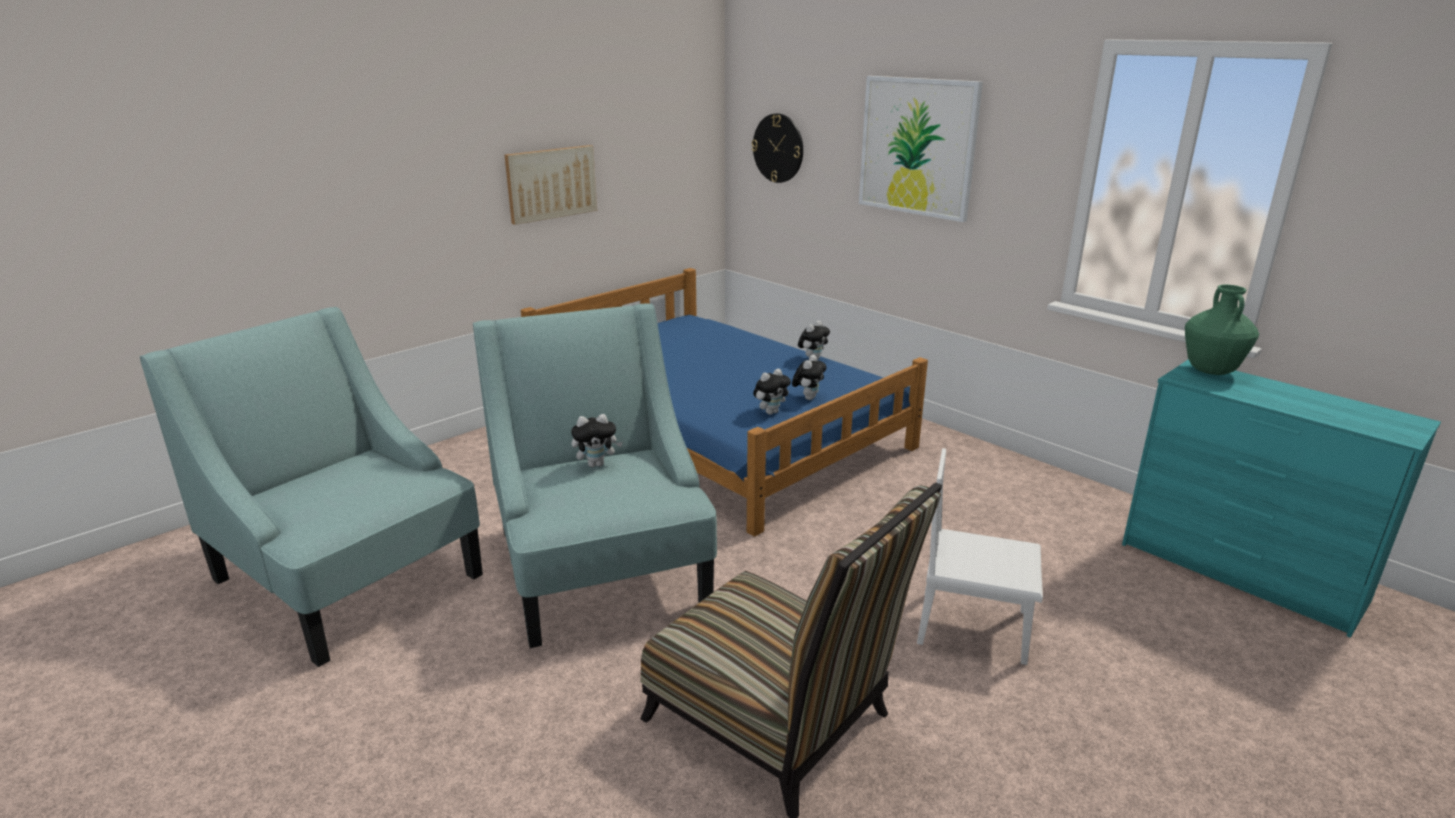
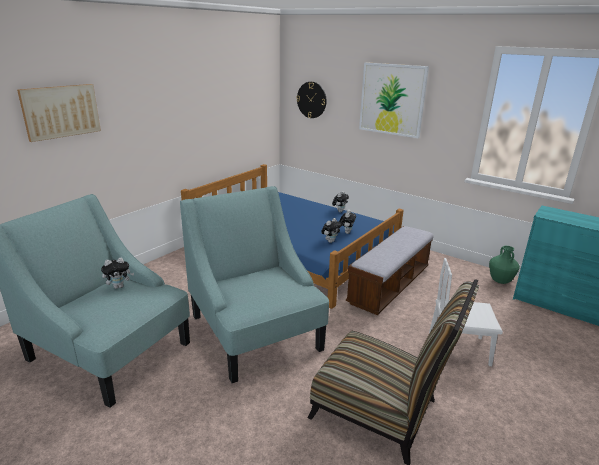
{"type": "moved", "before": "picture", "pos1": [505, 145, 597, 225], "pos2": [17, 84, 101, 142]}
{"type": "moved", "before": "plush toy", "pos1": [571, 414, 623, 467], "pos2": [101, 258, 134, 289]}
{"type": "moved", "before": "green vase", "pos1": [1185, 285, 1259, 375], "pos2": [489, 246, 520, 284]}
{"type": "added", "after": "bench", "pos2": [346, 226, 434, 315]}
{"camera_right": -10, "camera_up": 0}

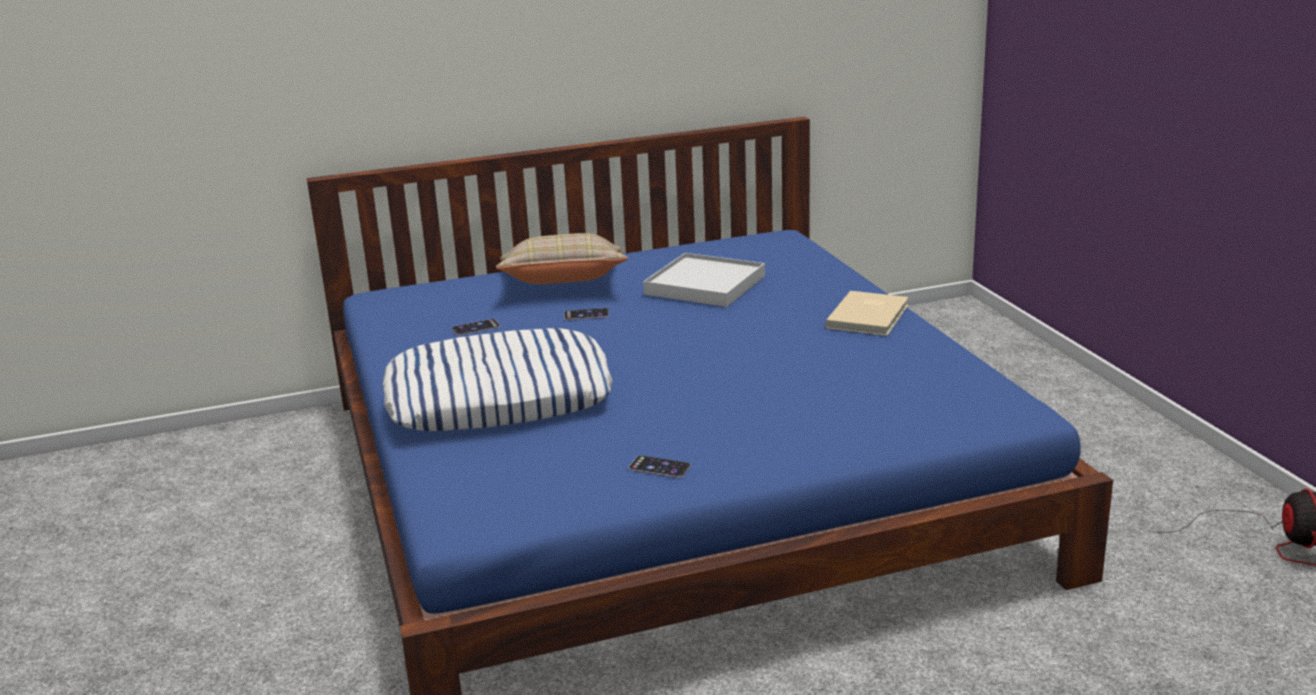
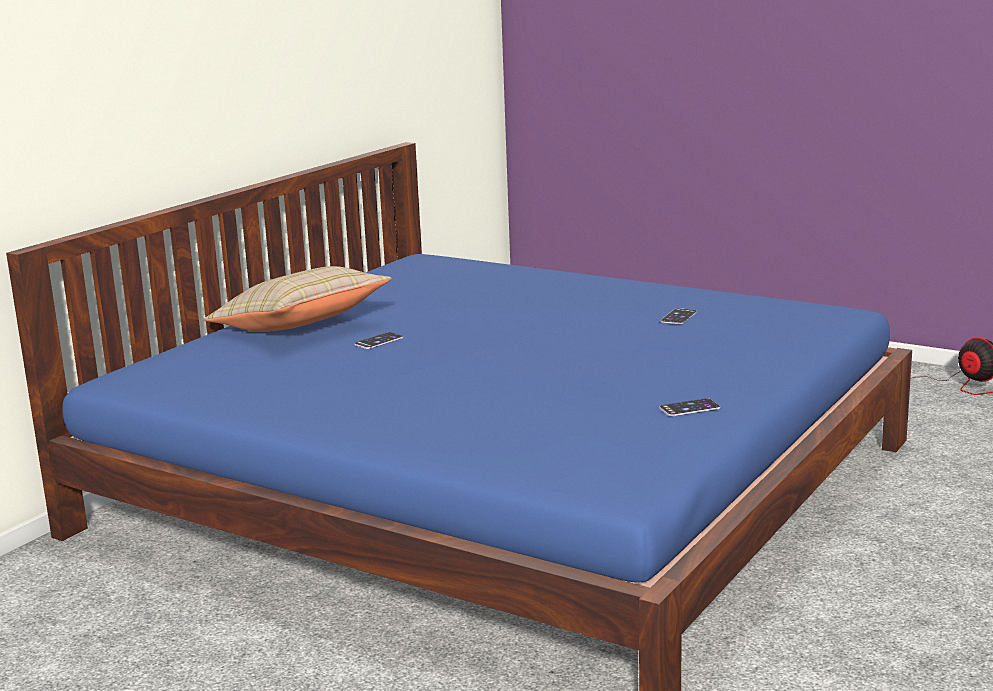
{"type": "removed", "before": "pillow", "pos1": [383, 328, 613, 431]}
{"type": "moved", "before": "phone", "pos1": [452, 319, 500, 335], "pos2": [661, 308, 697, 324]}
{"type": "removed", "before": "white tray", "pos1": [643, 253, 765, 307]}
{"type": "removed", "before": "beige book", "pos1": [825, 291, 909, 336]}
{"camera_right": -40, "camera_up": -5}

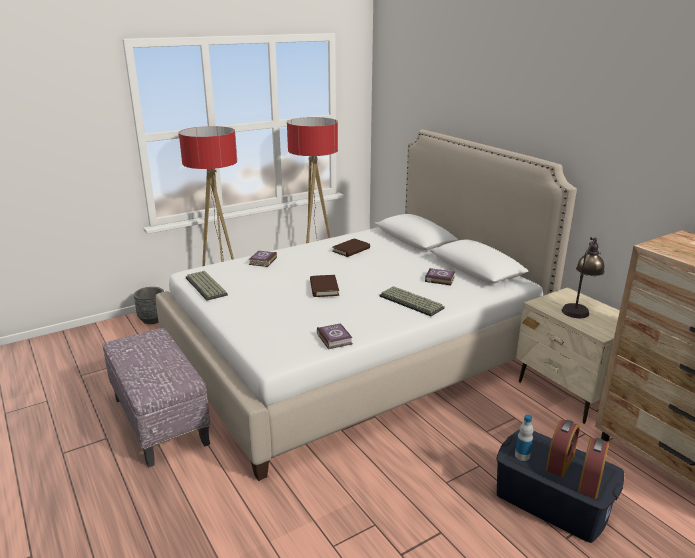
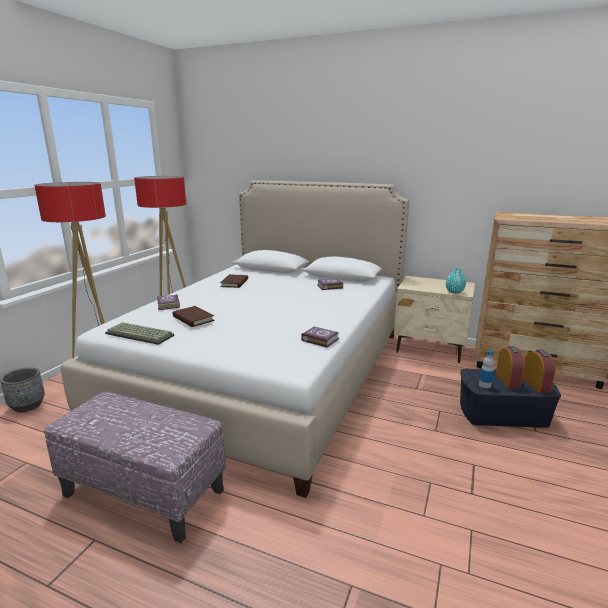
{"type": "moved", "before": "brown book", "pos1": [310, 275, 339, 297], "pos2": [173, 306, 215, 327]}
{"type": "removed", "before": "keyboard", "pos1": [379, 286, 445, 316]}
{"type": "removed", "before": "table lamp", "pos1": [562, 237, 605, 318]}
{"type": "added", "after": "turquoise vase", "pos2": [446, 268, 466, 293]}
{"camera_right": -35, "camera_up": -5}

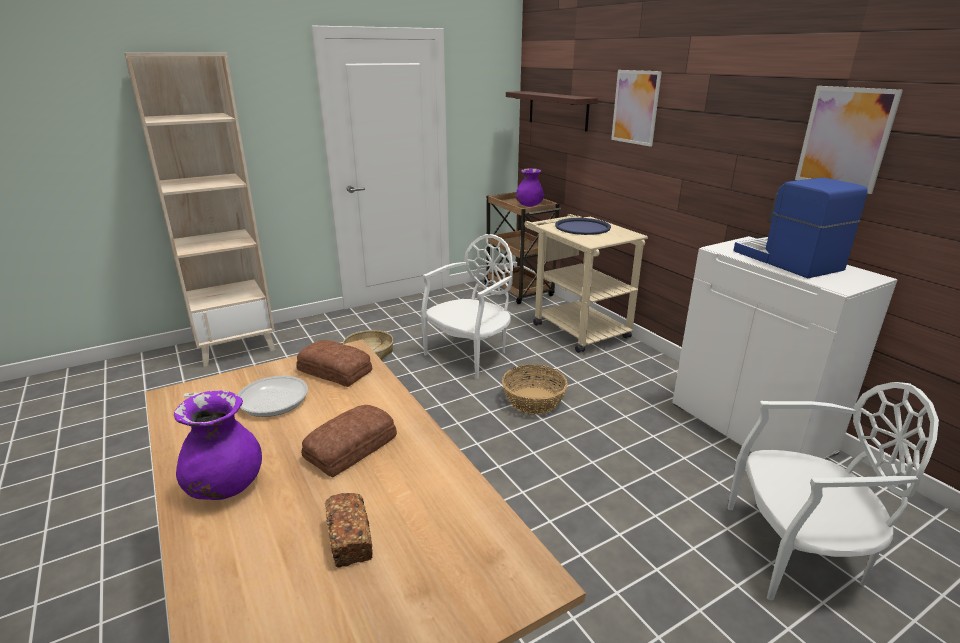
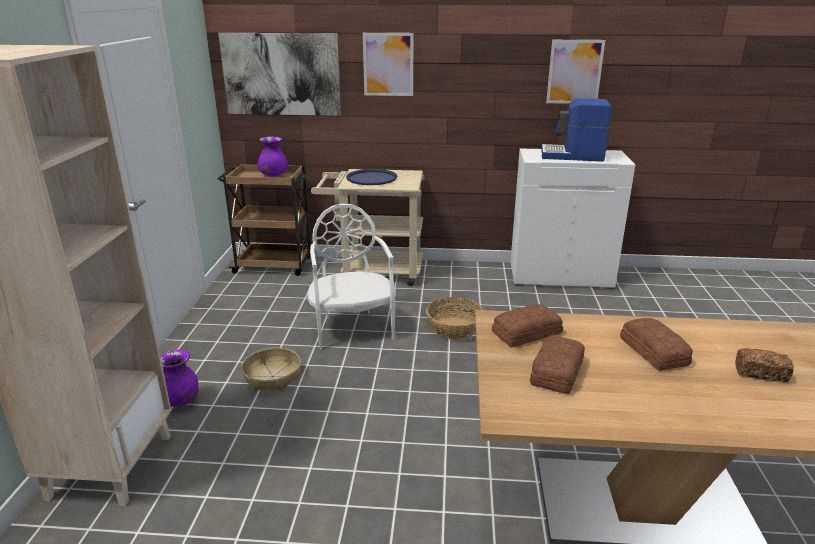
{"type": "moved", "before": "purple vase", "pos1": [174, 390, 262, 500], "pos2": [160, 350, 199, 407]}
{"type": "replaced", "before": "frying pan", "after": "bread", "pos1": [183, 376, 308, 417], "pos2": [530, 336, 585, 394]}
{"type": "replaced", "before": "shelf", "after": "picture", "pos1": [506, 91, 598, 132], "pos2": [218, 33, 341, 116]}
{"type": "removed", "before": "white chair", "pos1": [728, 382, 939, 600]}
{"camera_right": -55, "camera_up": 0}

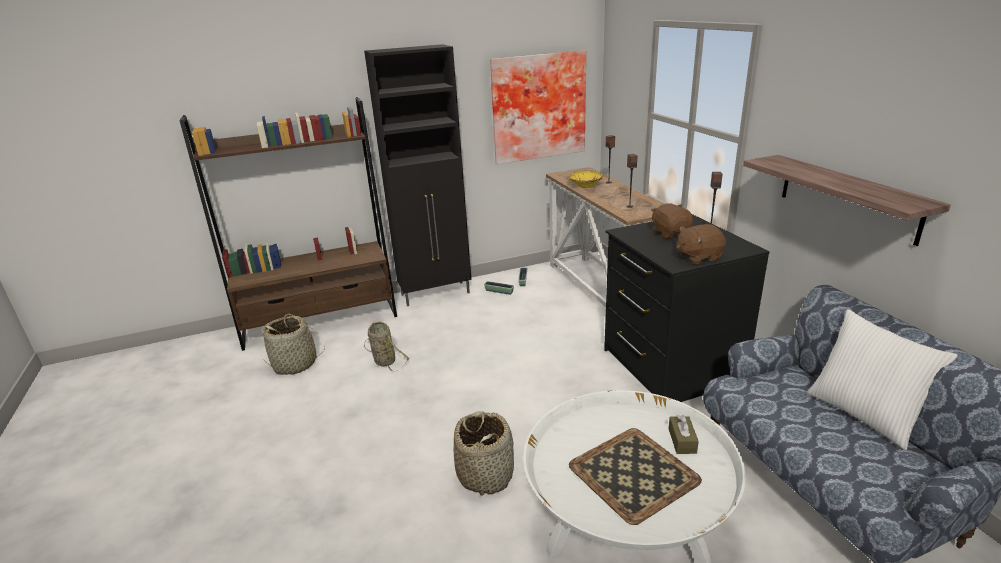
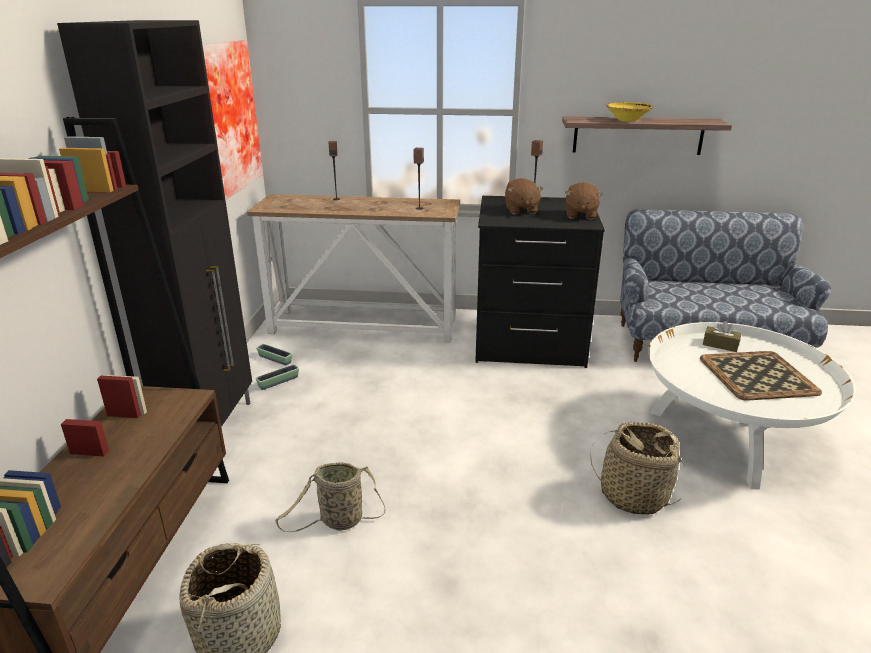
{"type": "moved", "before": "yellow bowl", "pos1": [568, 171, 604, 188], "pos2": [606, 102, 654, 122]}
{"type": "turned", "before": "brown plush toy", "pos1": [651, 203, 693, 240], "pos2": [505, 178, 543, 214], "turn": -105}
{"type": "removed", "before": "white pillow", "pos1": [807, 309, 958, 450]}
{"camera_right": -65, "camera_up": 0}

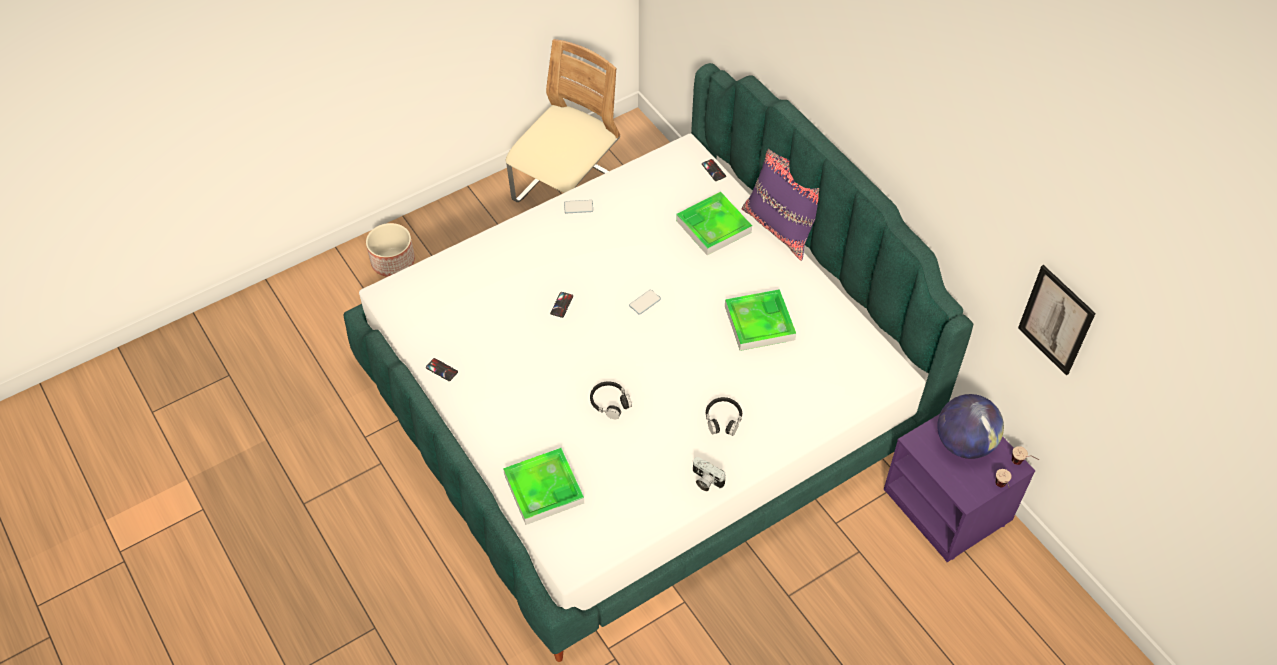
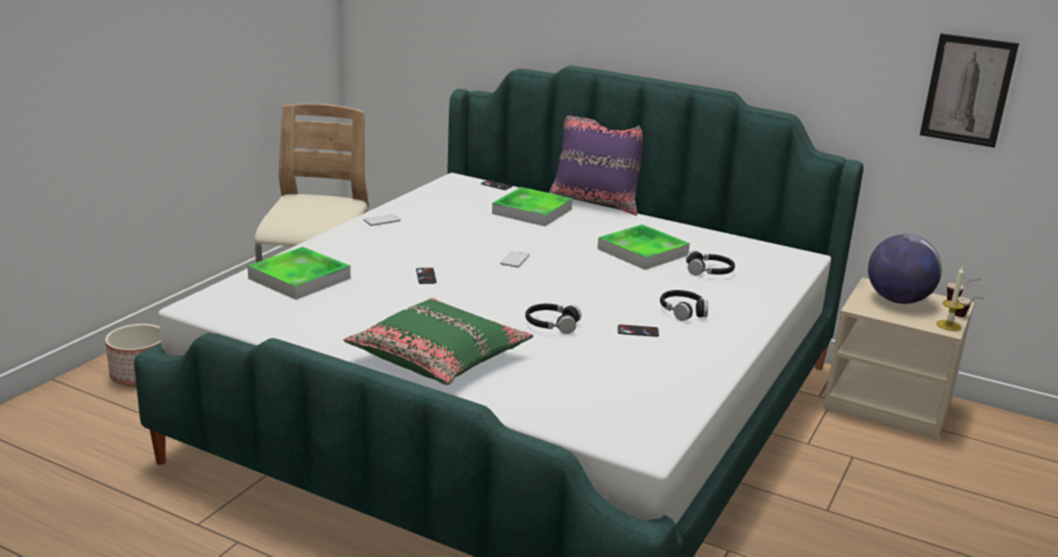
{"type": "moved", "before": "phone", "pos1": [426, 358, 458, 381], "pos2": [618, 324, 659, 337]}
{"type": "moved", "before": "tray", "pos1": [503, 448, 584, 525], "pos2": [247, 247, 351, 300]}
{"type": "removed", "before": "photo camera", "pos1": [693, 457, 726, 491]}
{"type": "recoloured", "before": "purple nightstand", "after": "beige nightstand", "pos1": [883, 414, 1035, 562], "pos2": [823, 277, 974, 440]}
{"type": "added", "after": "green pillow", "pos2": [344, 298, 533, 385]}
{"type": "added", "after": "black headphones", "pos2": [686, 250, 735, 276]}
{"type": "added", "after": "candle", "pos2": [936, 267, 964, 331]}
{"camera_right": -30, "camera_up": -30}

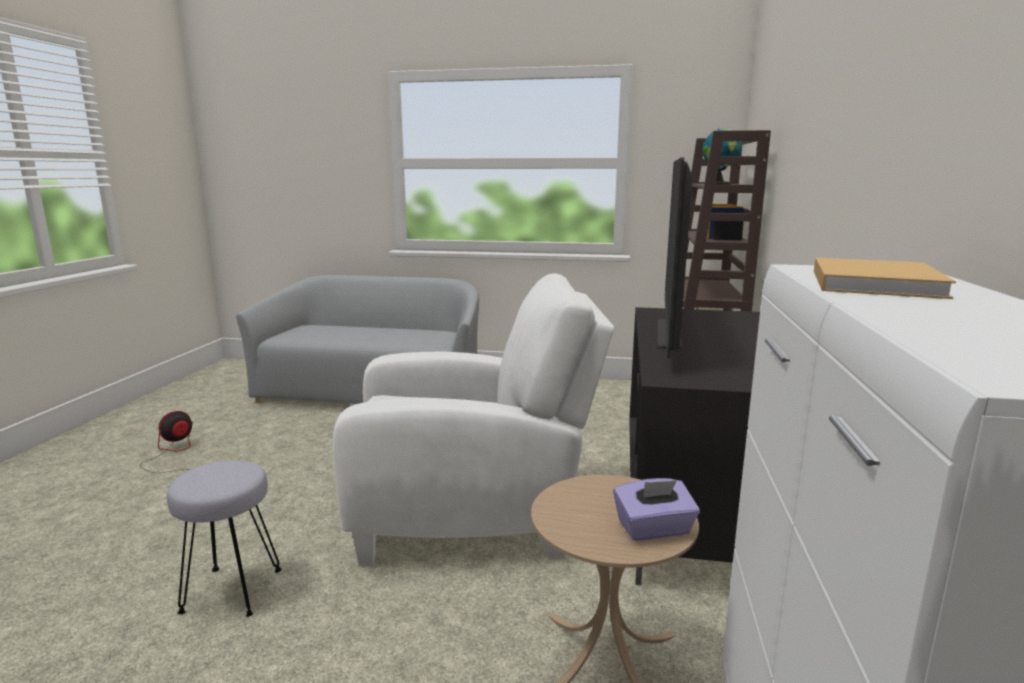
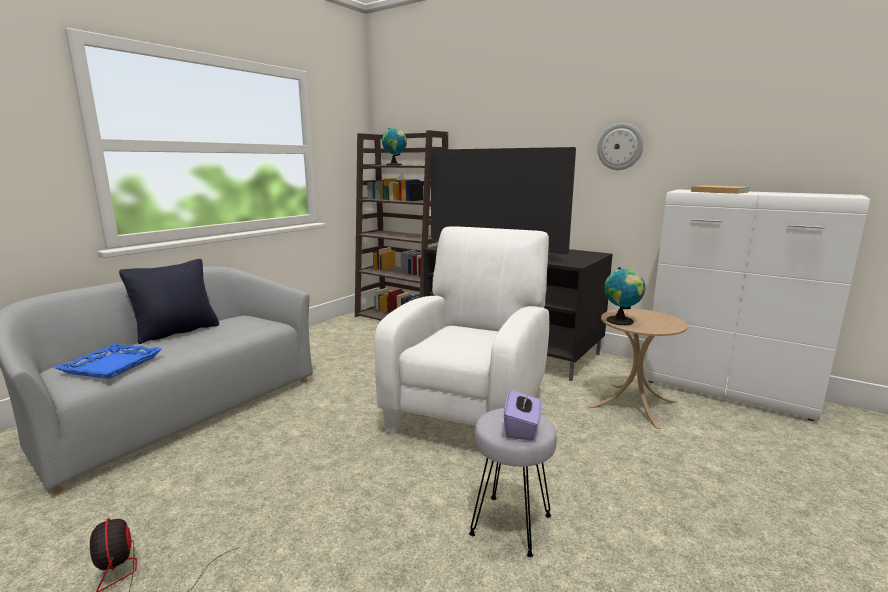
{"type": "moved", "before": "purple tissue box", "pos1": [613, 478, 700, 541], "pos2": [504, 388, 541, 441]}
{"type": "added", "after": "blue tray", "pos2": [55, 343, 163, 379]}
{"type": "added", "after": "black pillow", "pos2": [119, 259, 219, 344]}
{"type": "added", "after": "wall clock", "pos2": [597, 123, 644, 170]}
{"type": "added", "after": "globe", "pos2": [604, 267, 645, 325]}
{"camera_right": -65, "camera_up": 0}

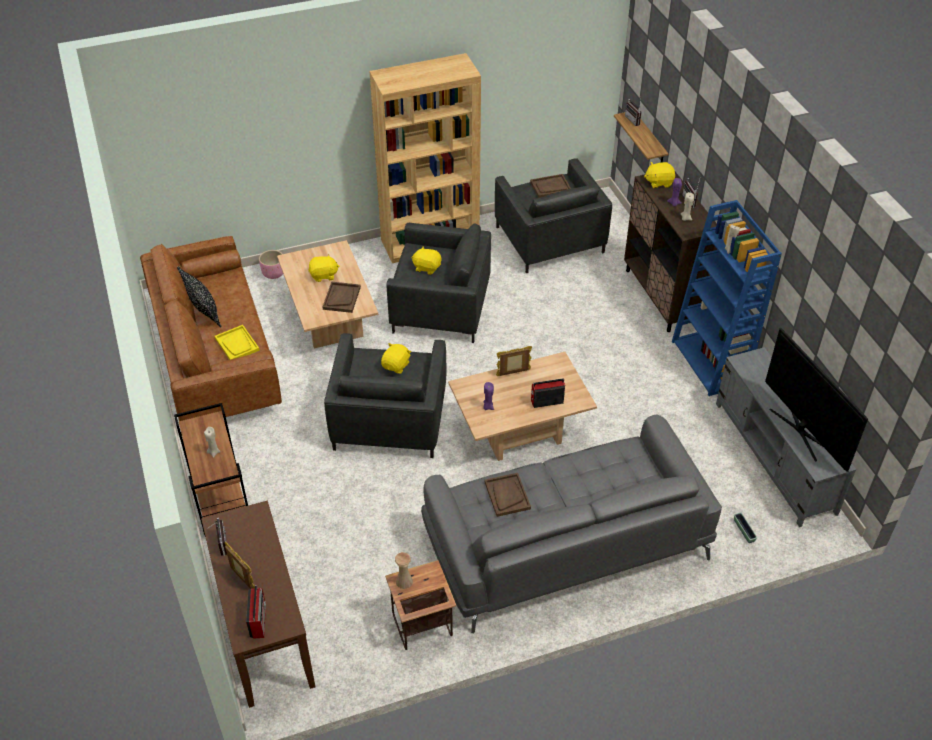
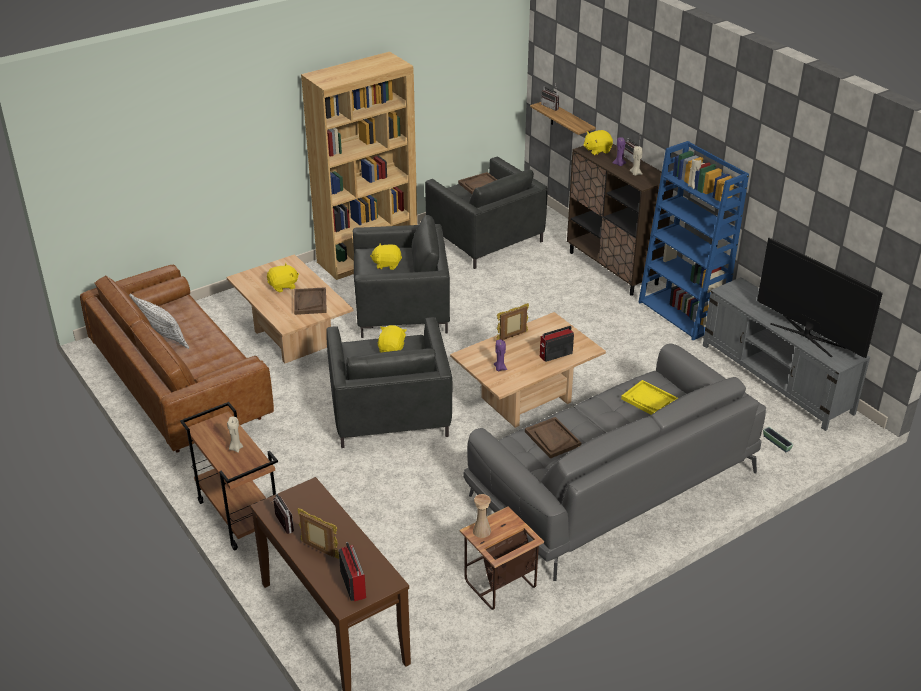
{"type": "recoloured", "before": "black pillow", "after": "white pillow", "pos1": [177, 266, 221, 328], "pos2": [129, 294, 189, 349]}
{"type": "moved", "before": "yellow tray", "pos1": [215, 325, 260, 360], "pos2": [621, 380, 678, 415]}
{"type": "removed", "before": "pink planter", "pos1": [259, 250, 283, 279]}
{"camera_right": -15, "camera_up": -10}

